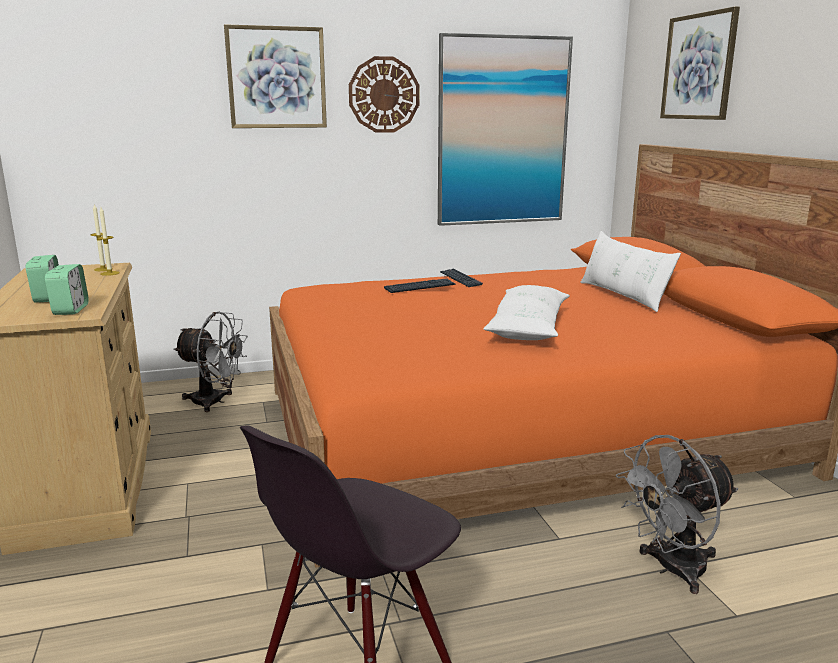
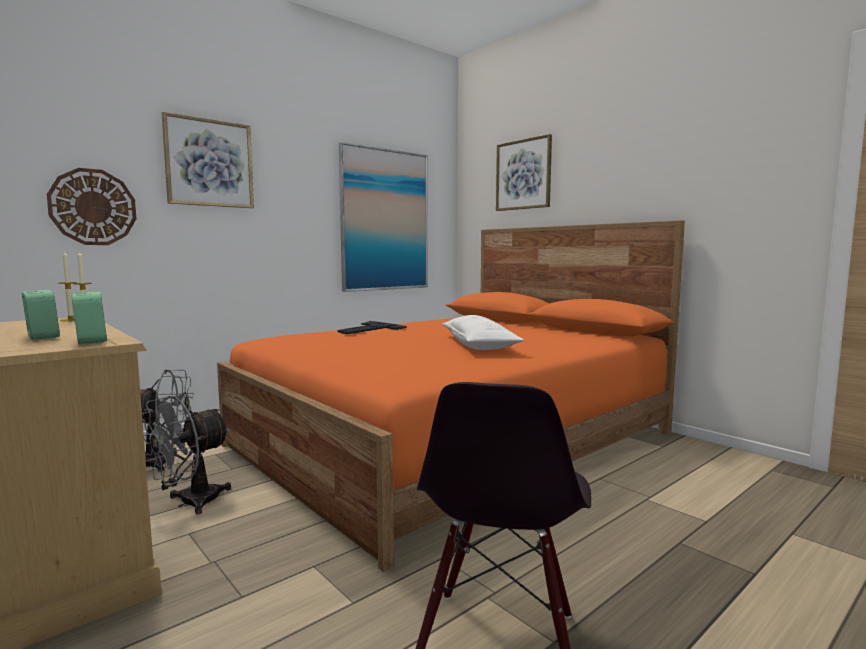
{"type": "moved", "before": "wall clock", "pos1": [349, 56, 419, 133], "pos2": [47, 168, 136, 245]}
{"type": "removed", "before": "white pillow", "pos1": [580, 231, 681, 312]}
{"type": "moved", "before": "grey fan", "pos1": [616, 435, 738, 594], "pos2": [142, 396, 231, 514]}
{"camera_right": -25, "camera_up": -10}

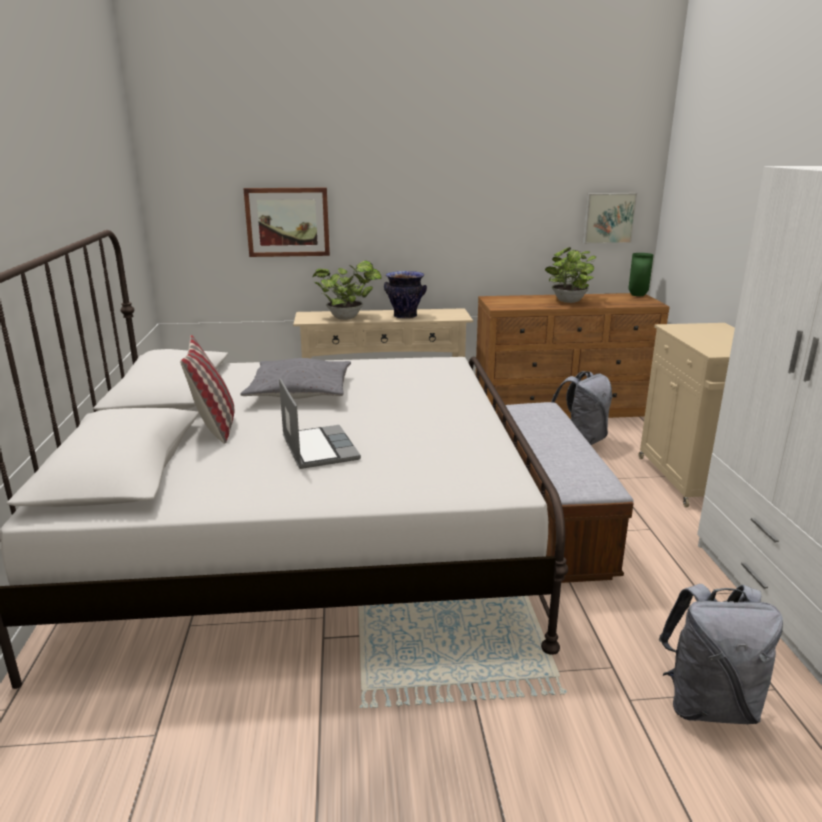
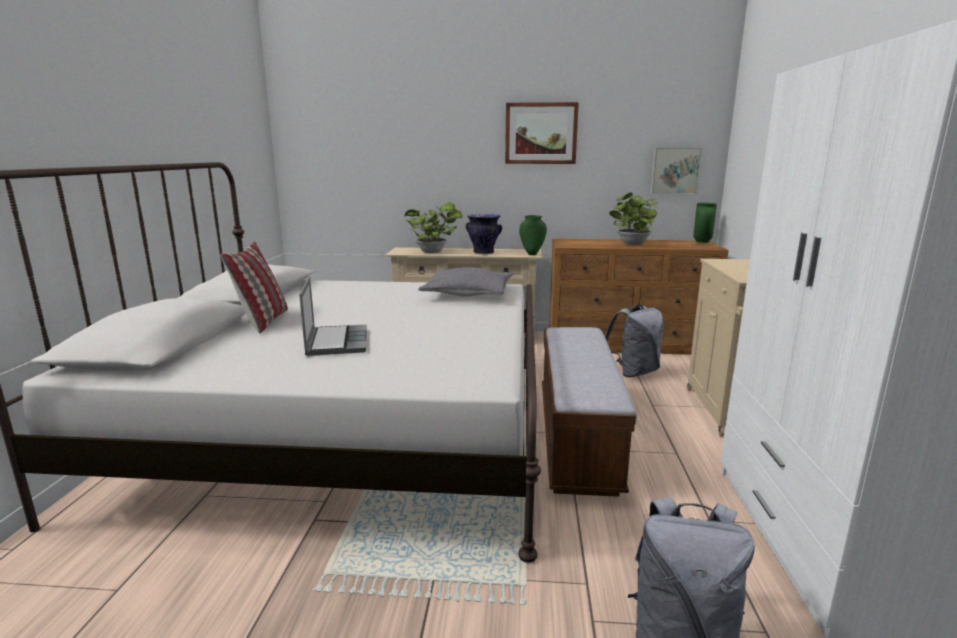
{"type": "moved", "before": "grey pillow", "pos1": [240, 358, 351, 399], "pos2": [418, 267, 513, 296]}
{"type": "moved", "before": "picture", "pos1": [243, 188, 330, 257], "pos2": [505, 102, 579, 164]}
{"type": "added", "after": "green vase", "pos2": [519, 215, 547, 255]}
{"camera_right": 10, "camera_up": -5}

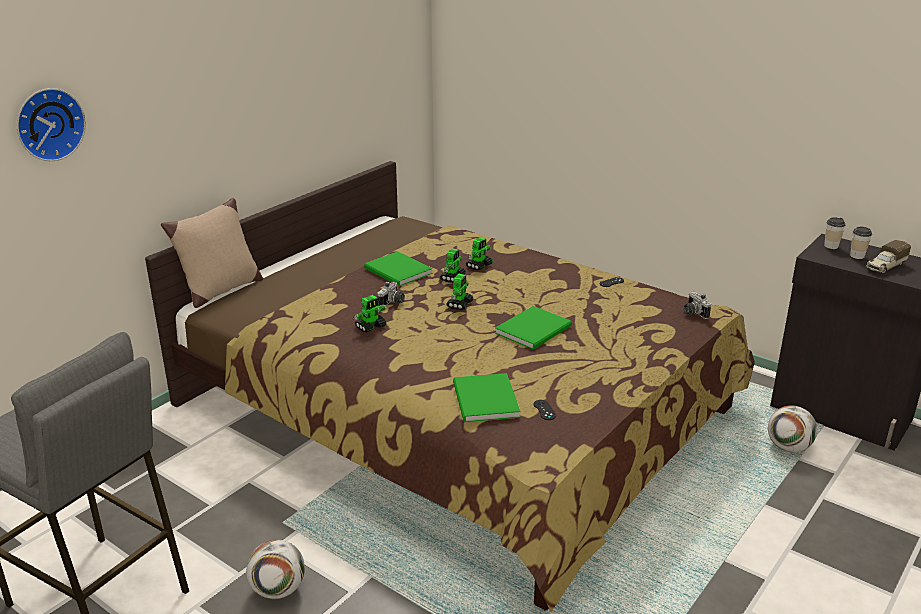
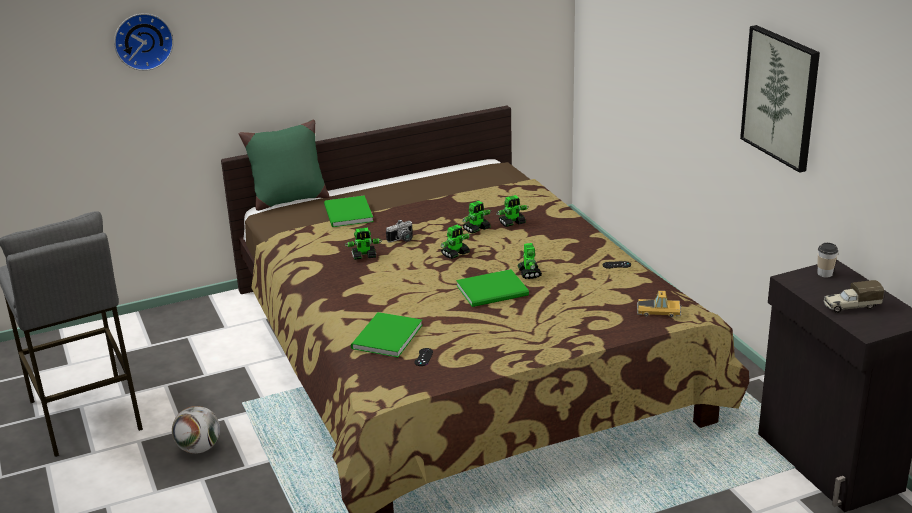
{"type": "recoloured", "before": "beige pillow", "after": "green pillow", "pos1": [161, 198, 263, 308], "pos2": [239, 120, 330, 211]}
{"type": "moved", "before": "green book", "pos1": [364, 252, 433, 286], "pos2": [324, 195, 374, 227]}
{"type": "replaced", "before": "photo camera", "after": "toy car", "pos1": [684, 291, 711, 319], "pos2": [637, 291, 682, 318]}
{"type": "removed", "before": "football", "pos1": [768, 405, 817, 452]}
{"type": "removed", "before": "cup", "pos1": [850, 227, 872, 259]}
{"type": "added", "after": "toy robot", "pos2": [517, 243, 542, 279]}
{"type": "added", "after": "picture", "pos2": [740, 25, 820, 173]}
{"camera_right": 30, "camera_up": 0}

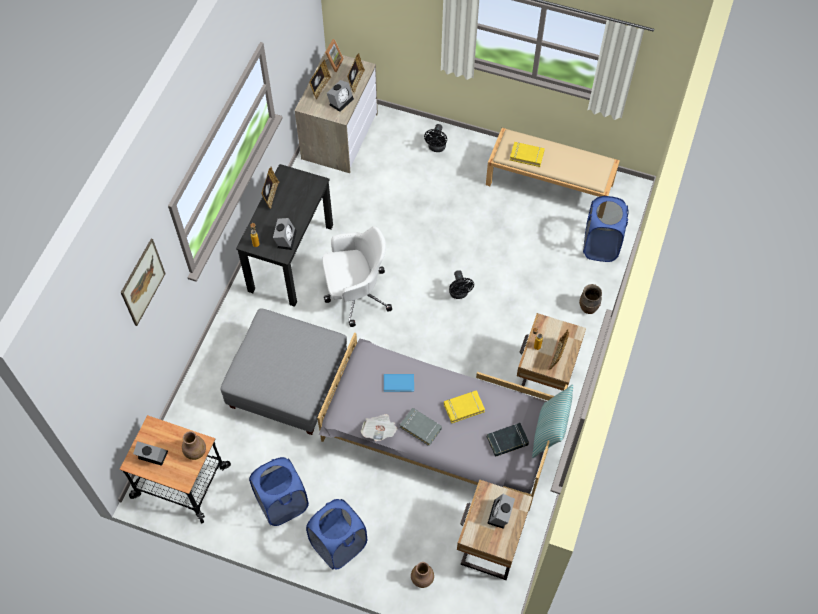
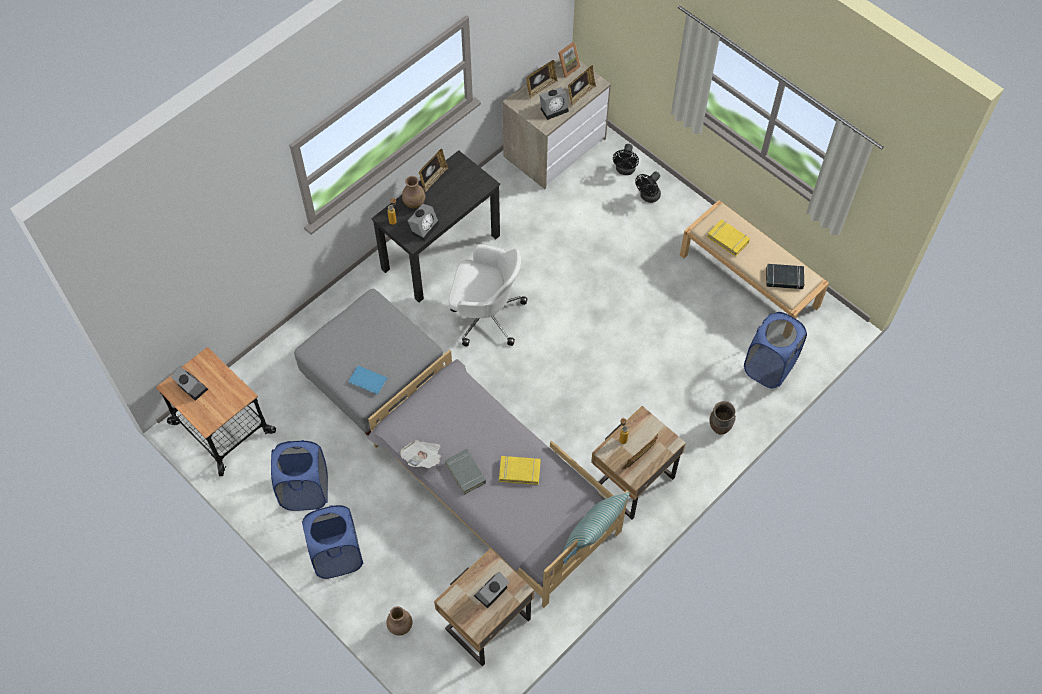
{"type": "removed", "before": "picture", "pos1": [121, 239, 166, 326]}
{"type": "moved", "before": "brown vase", "pos1": [182, 431, 206, 460], "pos2": [402, 176, 426, 209]}
{"type": "moved", "before": "blue book", "pos1": [384, 374, 414, 392], "pos2": [349, 366, 387, 395]}
{"type": "moved", "before": "black fan", "pos1": [449, 270, 474, 299], "pos2": [613, 144, 639, 175]}
{"type": "moved", "before": "black book", "pos1": [487, 423, 529, 457], "pos2": [766, 264, 804, 290]}
{"camera_right": 25, "camera_up": 0}

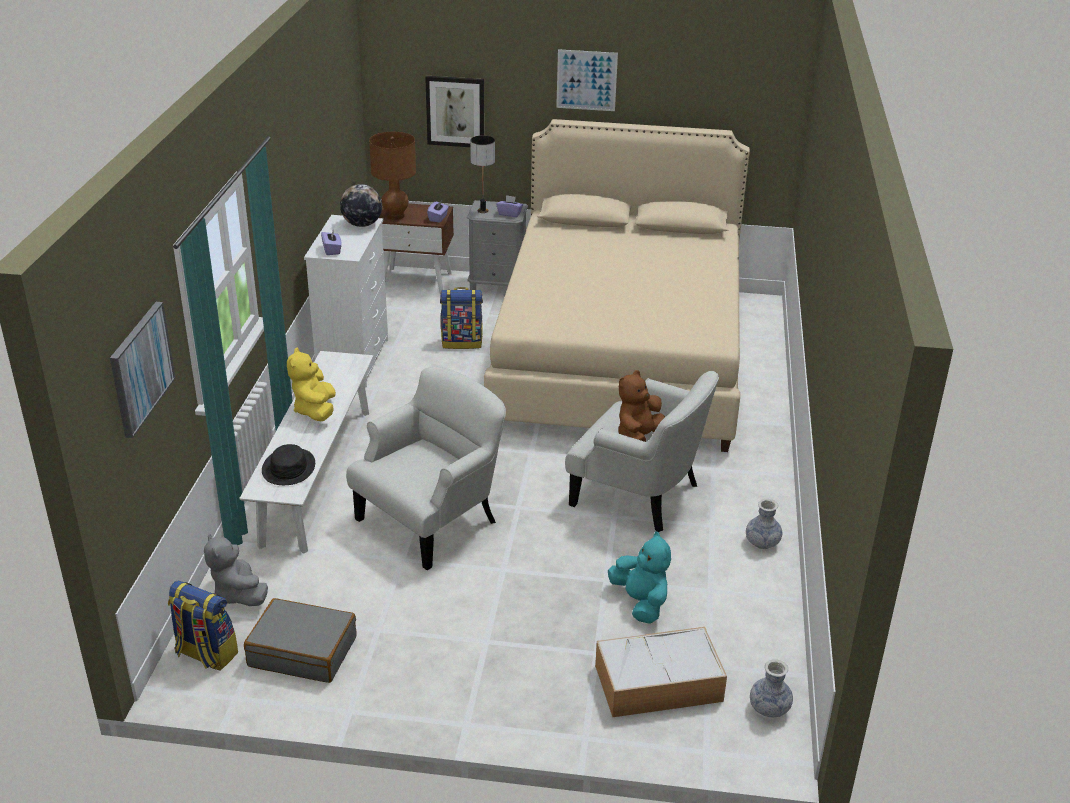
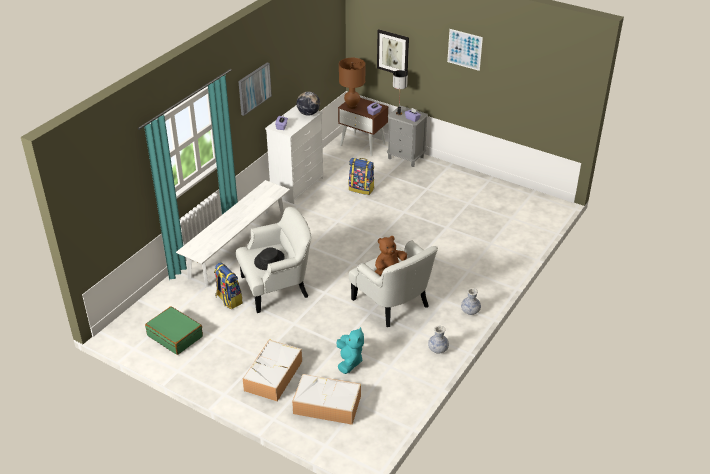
{"type": "moved", "before": "picture", "pos1": [110, 302, 175, 438], "pos2": [238, 62, 272, 116]}
{"type": "moved", "before": "backpack", "pos1": [168, 581, 238, 671], "pos2": [214, 263, 243, 309]}
{"type": "removed", "before": "grey plush toy", "pos1": [204, 533, 268, 606]}
{"type": "recoloured", "before": "grey suitcase", "after": "green suitcase", "pos1": [244, 598, 356, 683], "pos2": [145, 306, 203, 355]}
{"type": "moved", "before": "black hat", "pos1": [262, 444, 315, 485], "pos2": [254, 247, 285, 270]}
{"type": "removed", "before": "yellow plush toy", "pos1": [287, 348, 336, 421]}
{"type": "removed", "before": "beige bed", "pos1": [484, 119, 750, 452]}
{"type": "moved", "before": "vase", "pos1": [750, 659, 793, 717], "pos2": [461, 288, 481, 315]}
{"type": "added", "after": "storage box", "pos2": [243, 339, 302, 401]}
{"camera_right": 25, "camera_up": 5}

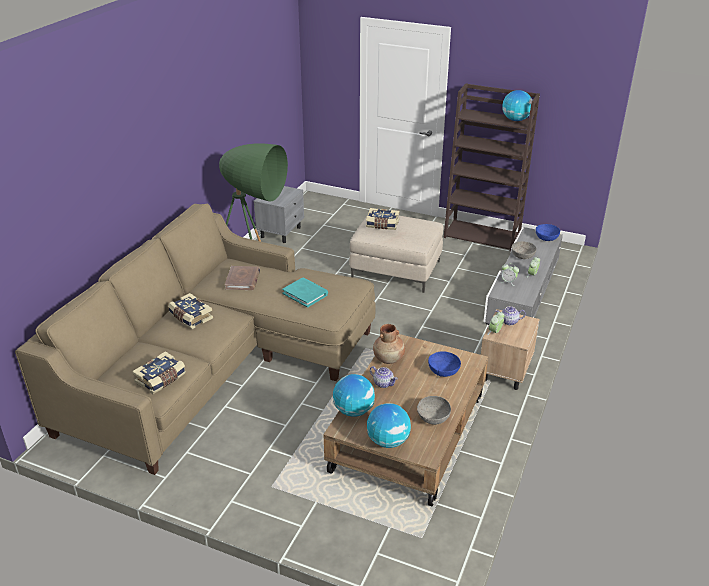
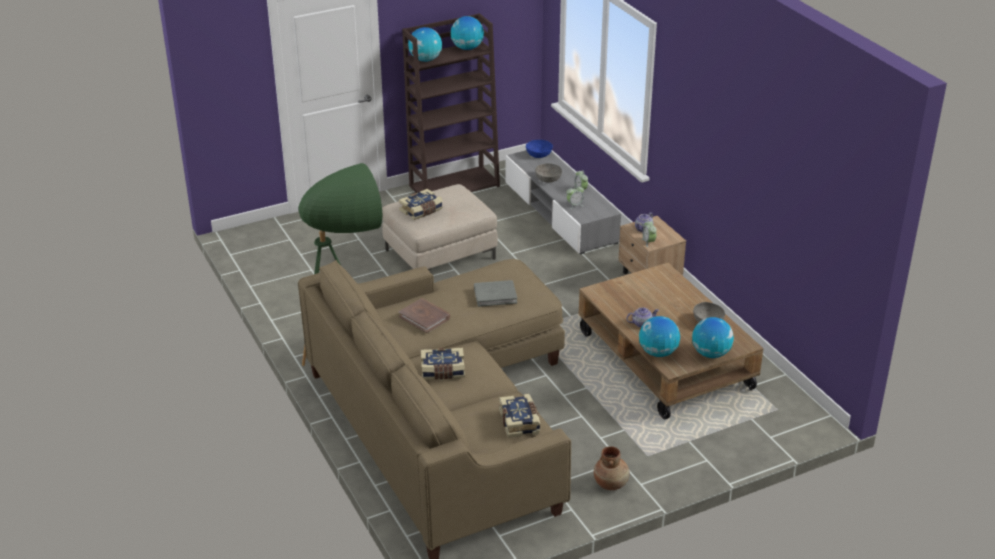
{"type": "removed", "before": "grey nightstand", "pos1": [254, 186, 304, 243]}
{"type": "recoloured", "before": "turquoise book", "after": "grey book", "pos1": [282, 277, 328, 308], "pos2": [474, 280, 517, 307]}
{"type": "moved", "before": "brown vase", "pos1": [373, 324, 405, 364], "pos2": [594, 446, 630, 490]}
{"type": "removed", "before": "blue bowl", "pos1": [428, 351, 461, 377]}
{"type": "added", "after": "globe", "pos2": [408, 27, 442, 62]}
{"camera_right": -50, "camera_up": 0}

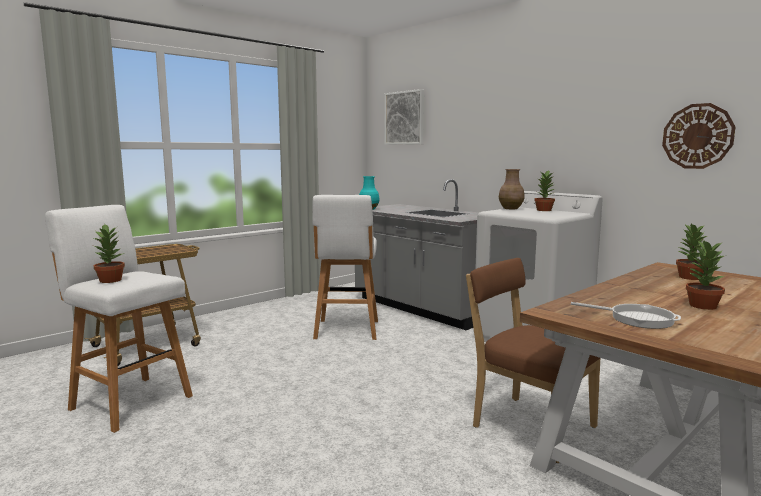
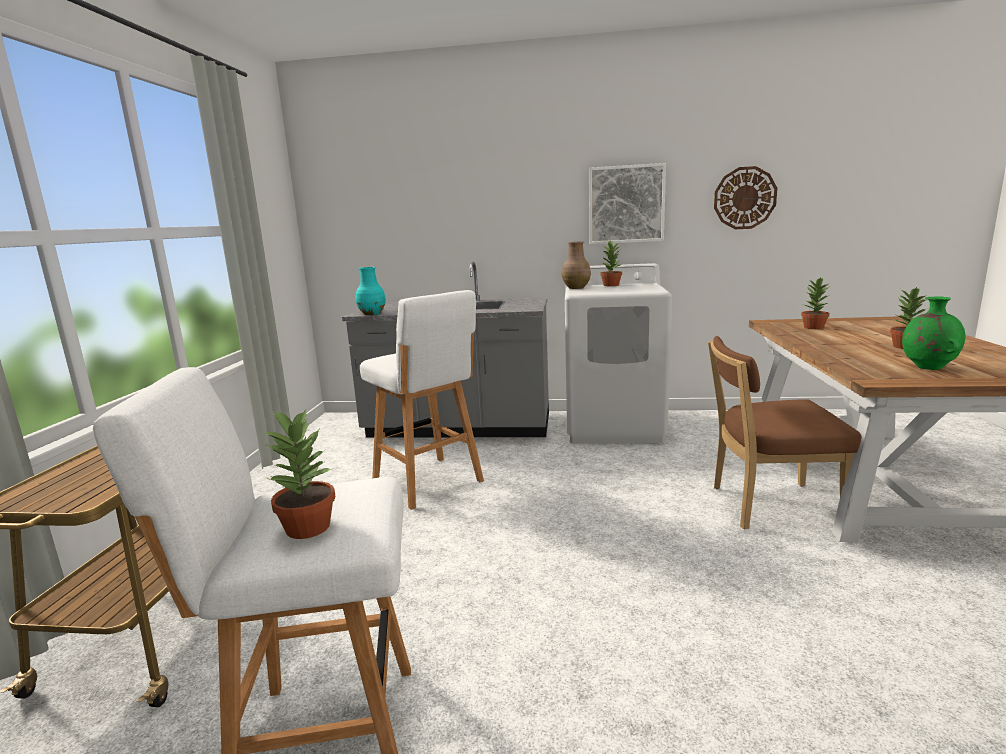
{"type": "moved", "before": "picture", "pos1": [385, 89, 424, 145], "pos2": [589, 163, 666, 244]}
{"type": "replaced", "before": "frying pan", "after": "green vase", "pos1": [571, 302, 681, 329], "pos2": [902, 297, 965, 370]}
{"camera_right": -40, "camera_up": 5}

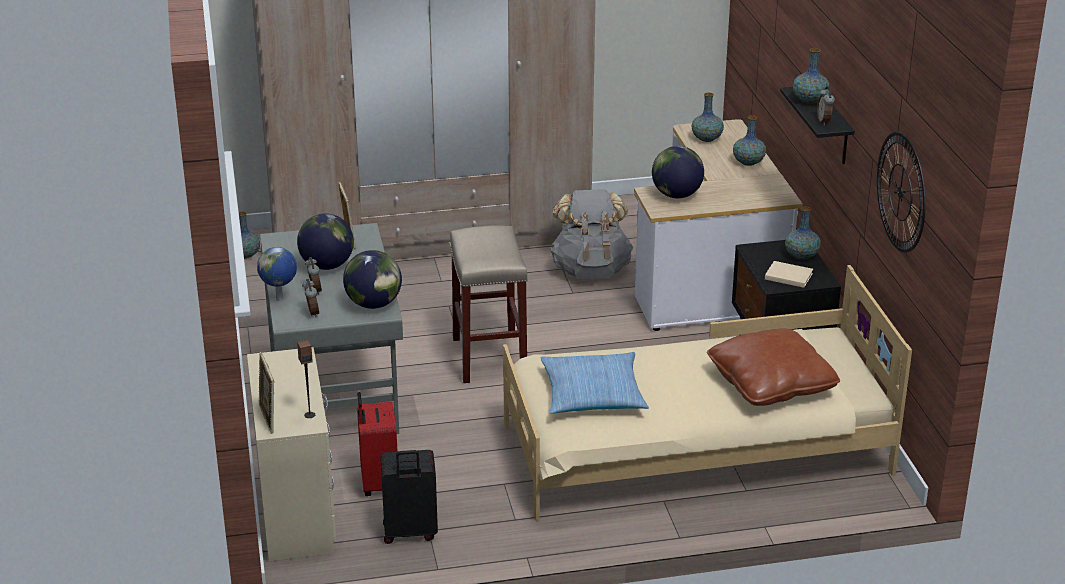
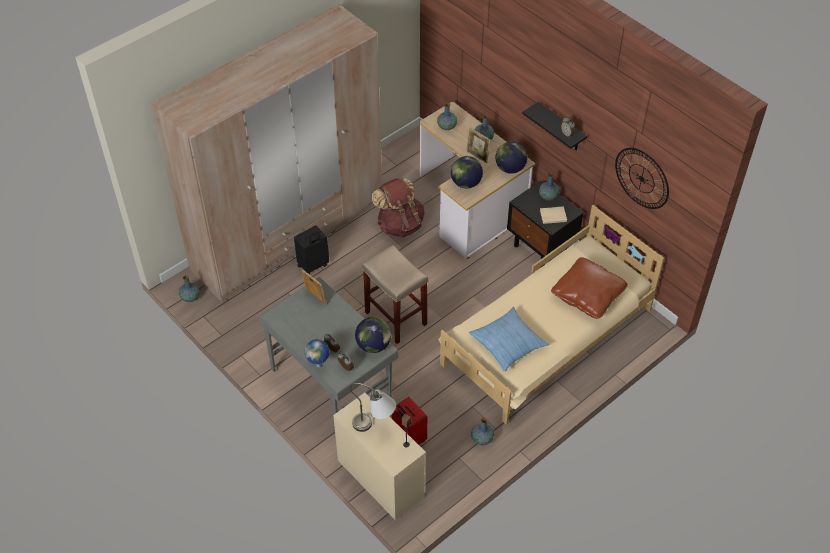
{"type": "moved", "before": "picture frame", "pos1": [259, 352, 274, 434], "pos2": [466, 128, 491, 163]}
{"type": "moved", "before": "globe", "pos1": [297, 213, 354, 270], "pos2": [495, 142, 527, 174]}
{"type": "moved", "before": "black suitcase", "pos1": [380, 450, 438, 544], "pos2": [294, 225, 329, 275]}
{"type": "recoloured", "before": "grey backpack", "after": "brown backpack", "pos1": [550, 189, 633, 279], "pos2": [371, 177, 425, 237]}
{"type": "moved", "before": "vase", "pos1": [793, 48, 829, 104], "pos2": [471, 418, 494, 445]}
{"type": "added", "after": "grey table lamp", "pos2": [350, 383, 396, 432]}
{"camera_right": -30, "camera_up": 20}

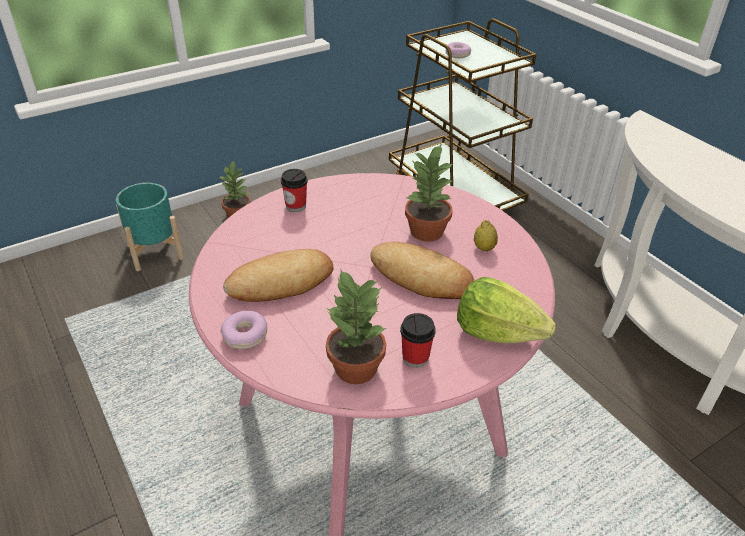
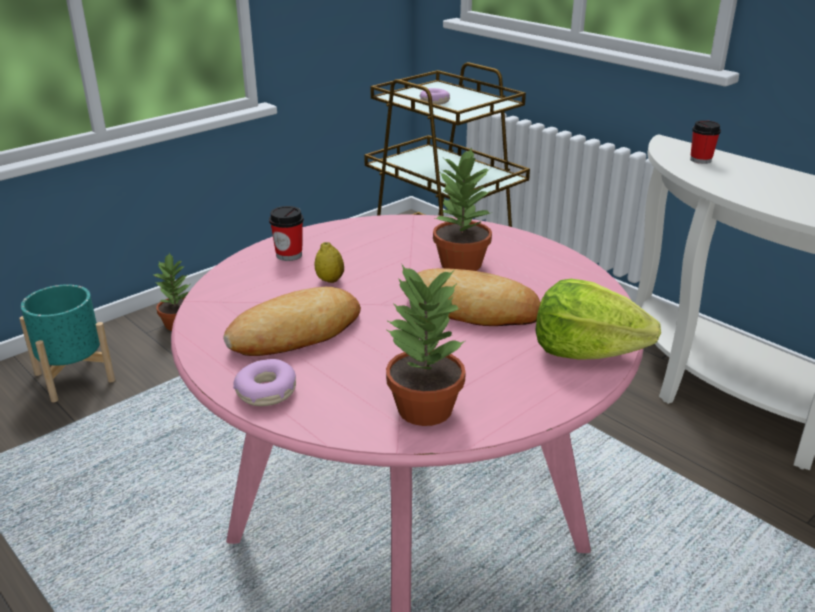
{"type": "moved", "before": "cup", "pos1": [400, 313, 436, 368], "pos2": [690, 120, 721, 164]}
{"type": "moved", "before": "lemon", "pos1": [474, 220, 498, 251], "pos2": [315, 242, 344, 283]}
{"camera_right": -10, "camera_up": -10}

